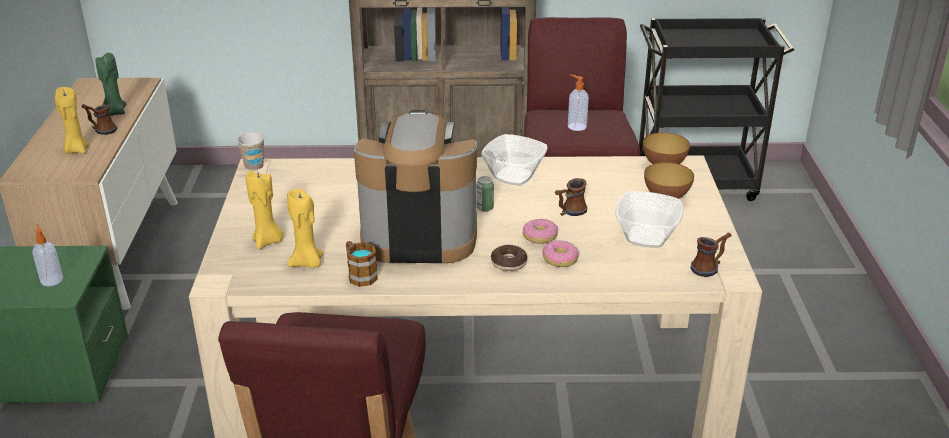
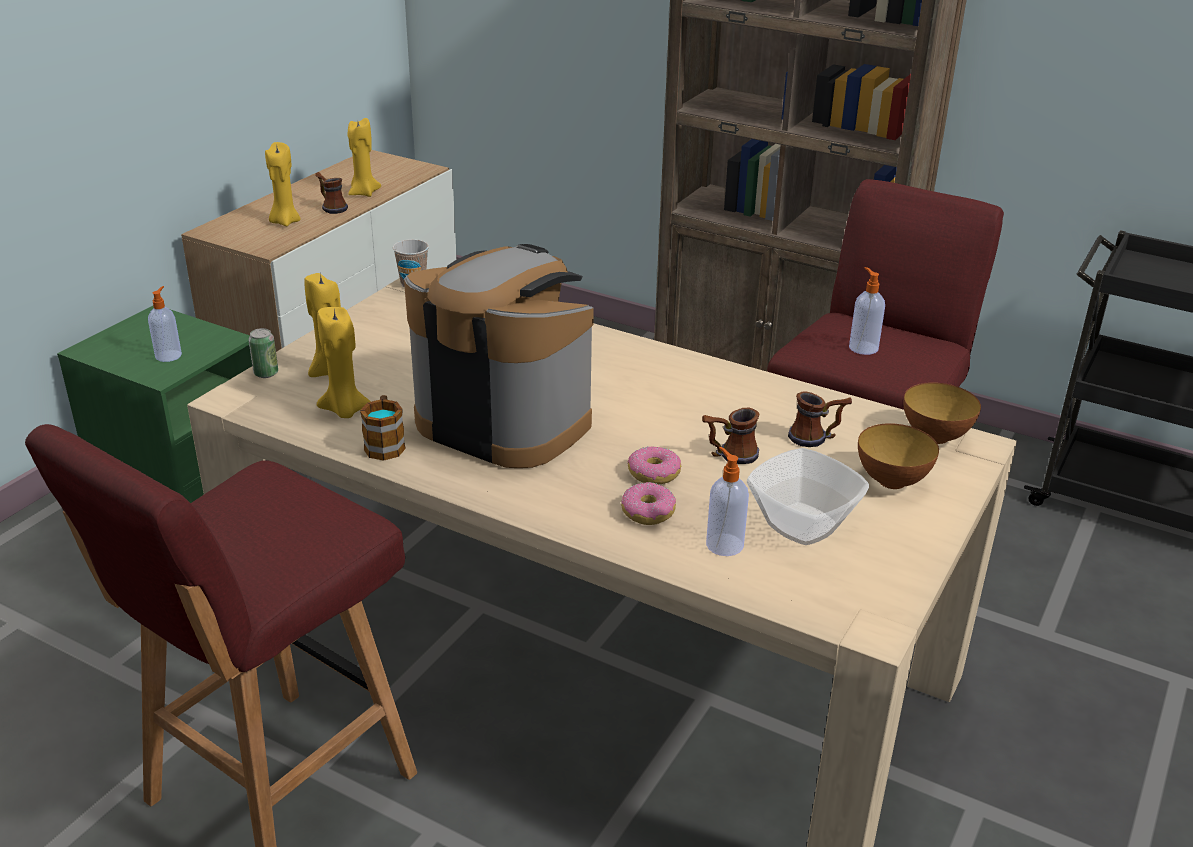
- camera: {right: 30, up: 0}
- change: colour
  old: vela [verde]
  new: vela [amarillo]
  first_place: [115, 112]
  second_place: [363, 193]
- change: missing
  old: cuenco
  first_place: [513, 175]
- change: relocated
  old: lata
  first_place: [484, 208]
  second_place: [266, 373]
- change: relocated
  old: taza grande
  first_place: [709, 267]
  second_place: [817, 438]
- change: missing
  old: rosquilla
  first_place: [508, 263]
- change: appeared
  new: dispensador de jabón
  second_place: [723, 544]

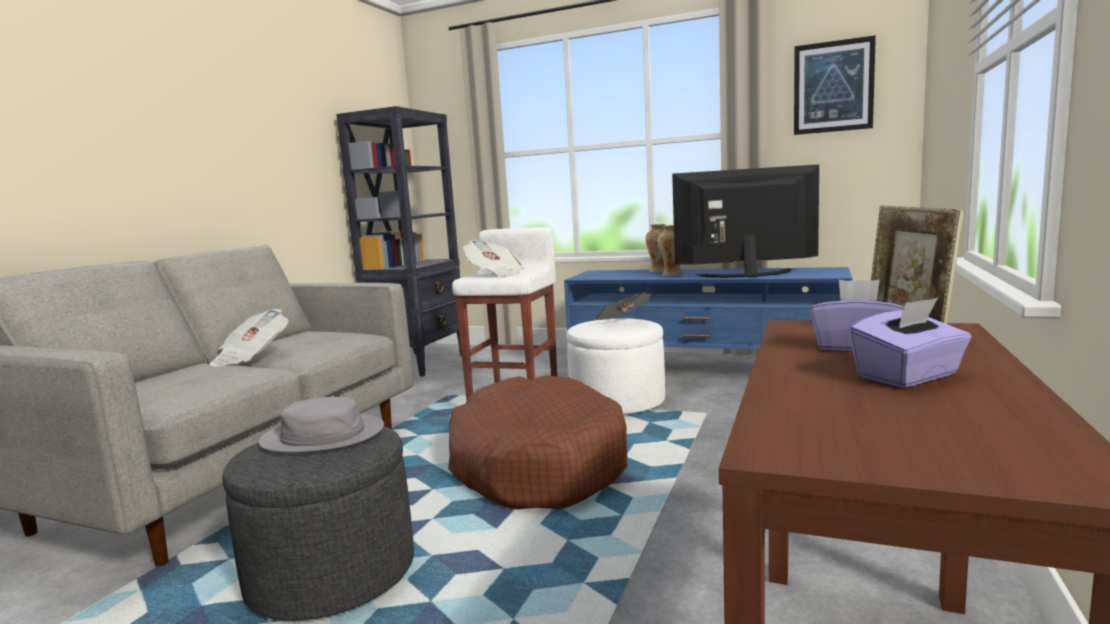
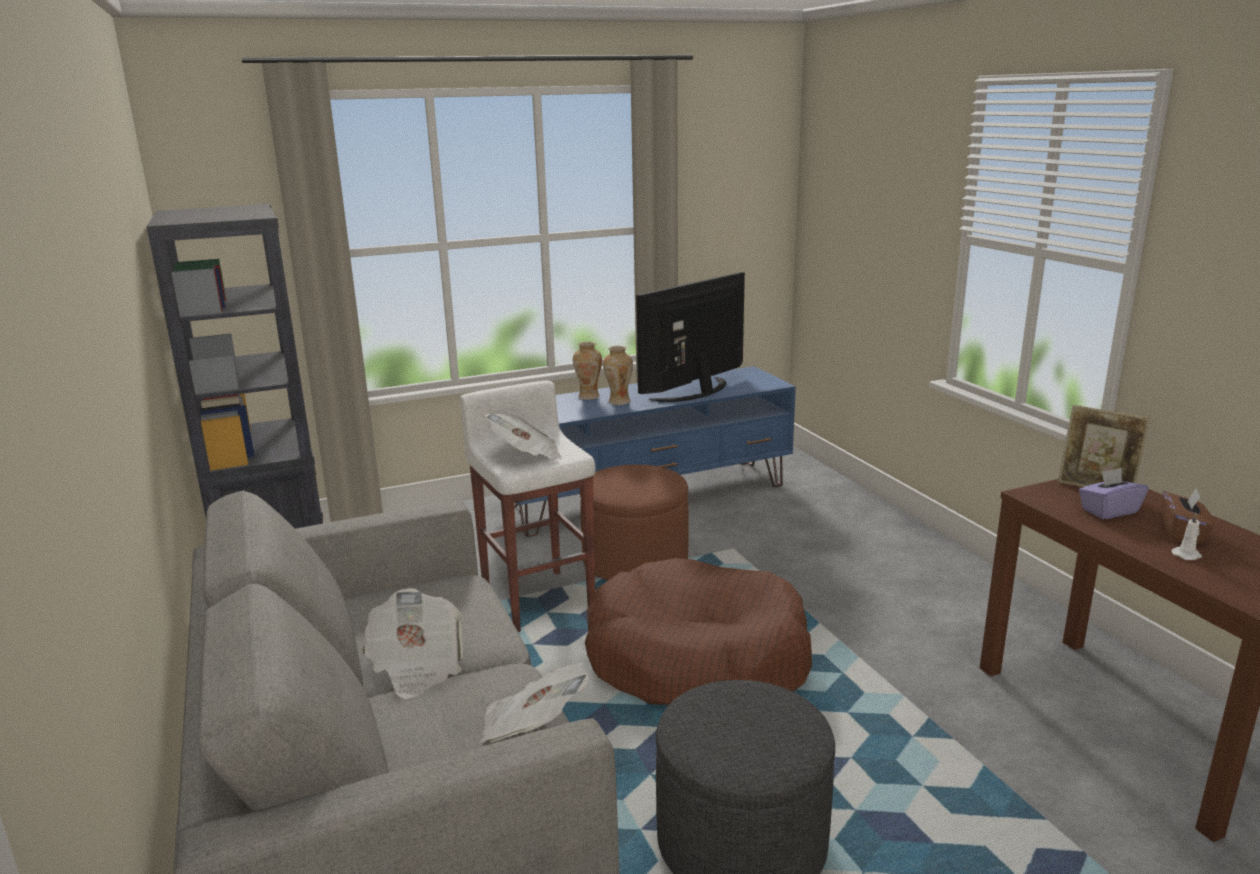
- camera: {right: -45, up: 10}
- change: missing
  old: cuadro
  first_place: [833, 87]
- change: relocated
  old: periódico
  first_place: [622, 323]
  second_place: [532, 728]
- change: colour
  old: caja de pañuelos [morado]
  new: caja de pañuelos [marrón]
  first_place: [908, 376]
  second_place: [1182, 532]
- change: colour
  old: puf [blanco]
  new: puf [marrón]
  first_place: [617, 401]
  second_place: [635, 561]
- change: missing
  old: sombrero [gris]
  first_place: [323, 436]
- change: appeared
  new: vela [blanco]
  second_place: [1187, 555]

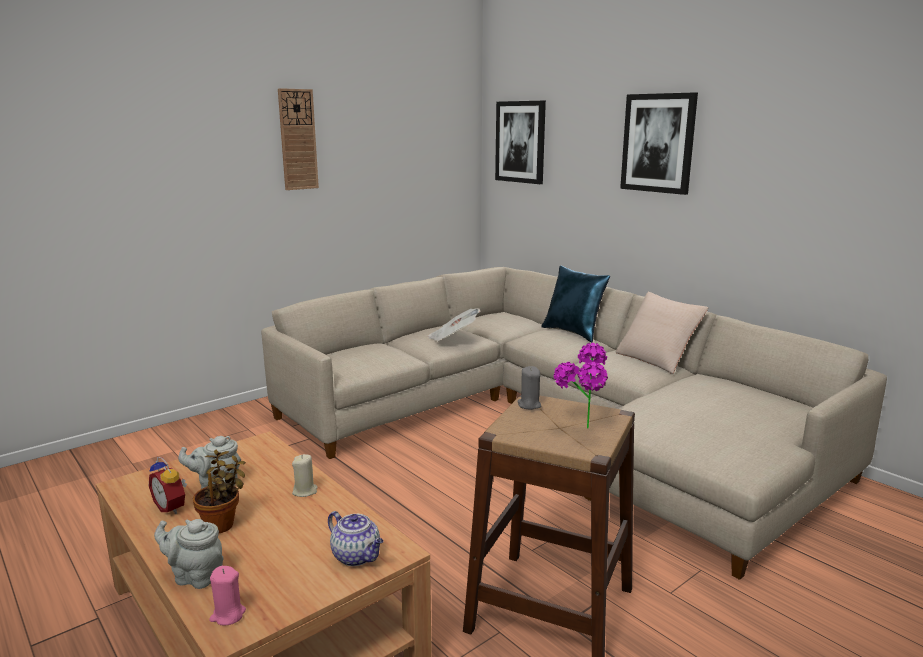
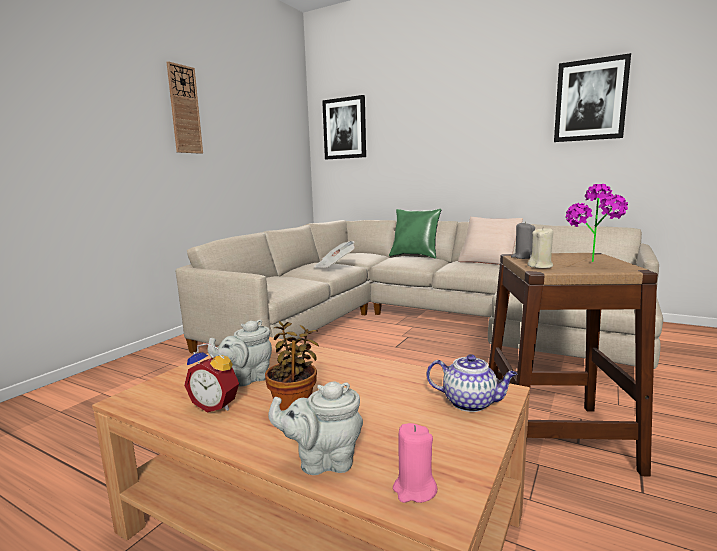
- camera: {right: -20, up: -5}
- change: relocated
  old: cuadro
  first_place: [658, 143]
  second_place: [590, 100]
- change: colour
  old: cojín [azul]
  new: cojín [verde]
  first_place: [574, 333]
  second_place: [415, 256]
- change: relocated
  old: vela [beis]
  first_place: [305, 491]
  second_place: [540, 266]

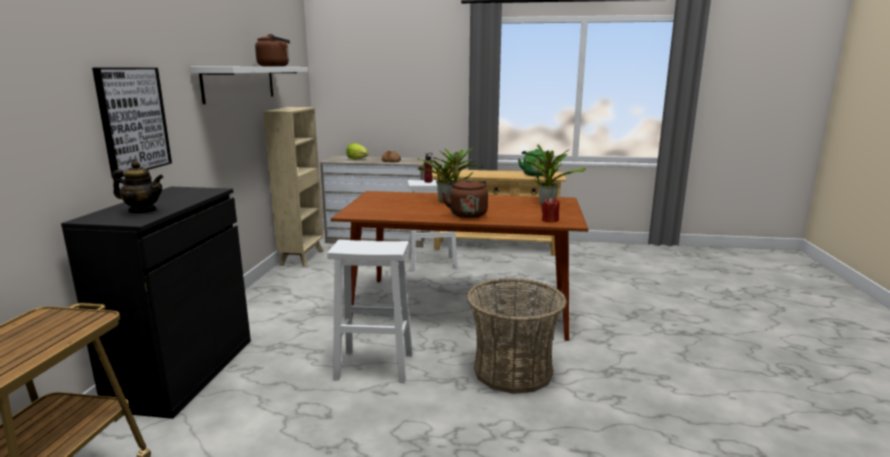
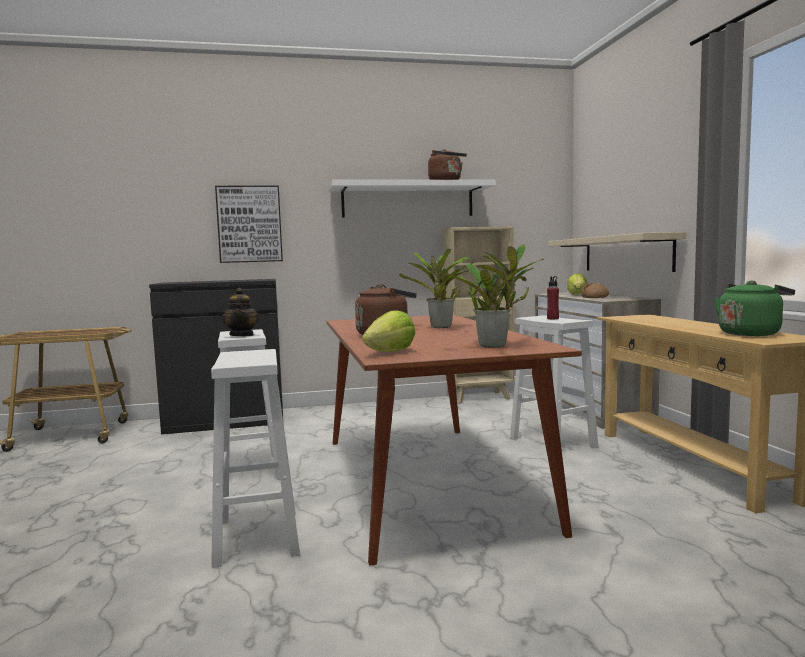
- camera: {right: 70, up: -10}
- change: relocated
  old: tetera
  first_place: [143, 211]
  second_place: [242, 335]
- change: exchanged
  old: vela [rojo]
  new: lechuga
  first_place: [550, 220]
  second_place: [390, 352]
- change: exchanged
  old: cesta
  new: taburete [blanco]
  first_place: [512, 371]
  second_place: [257, 536]
- change: appeared
  new: estante [beis]
  second_place: [626, 253]

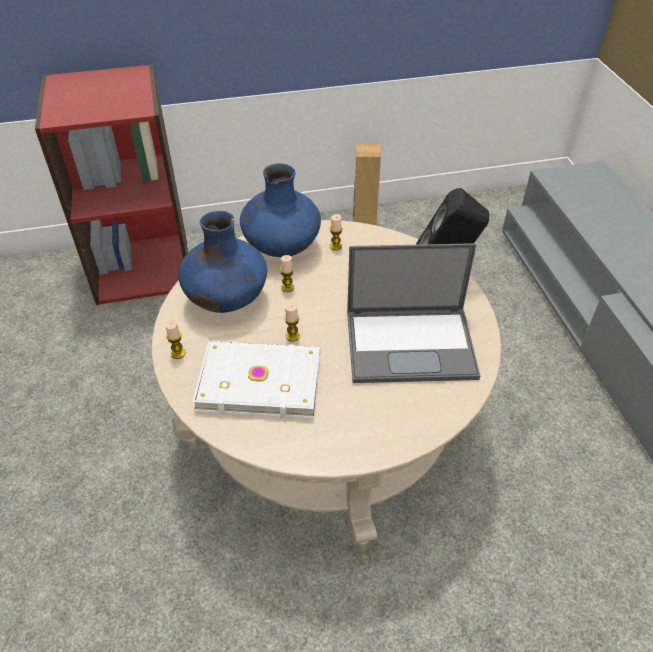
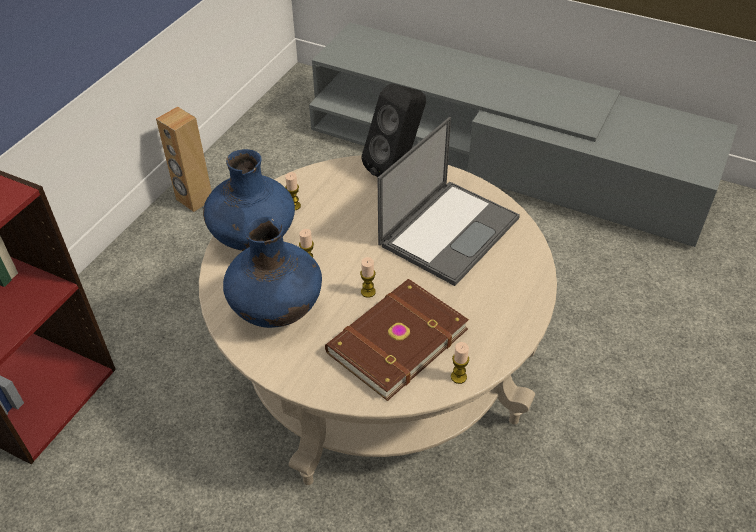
- camera: {right: -50, up: 0}
- change: relocated
  old: vela
  first_place: [178, 353]
  second_place: [458, 377]
- change: colour
  old: libro [blanco]
  new: libro [marrón]
  first_place: [259, 380]
  second_place: [395, 340]

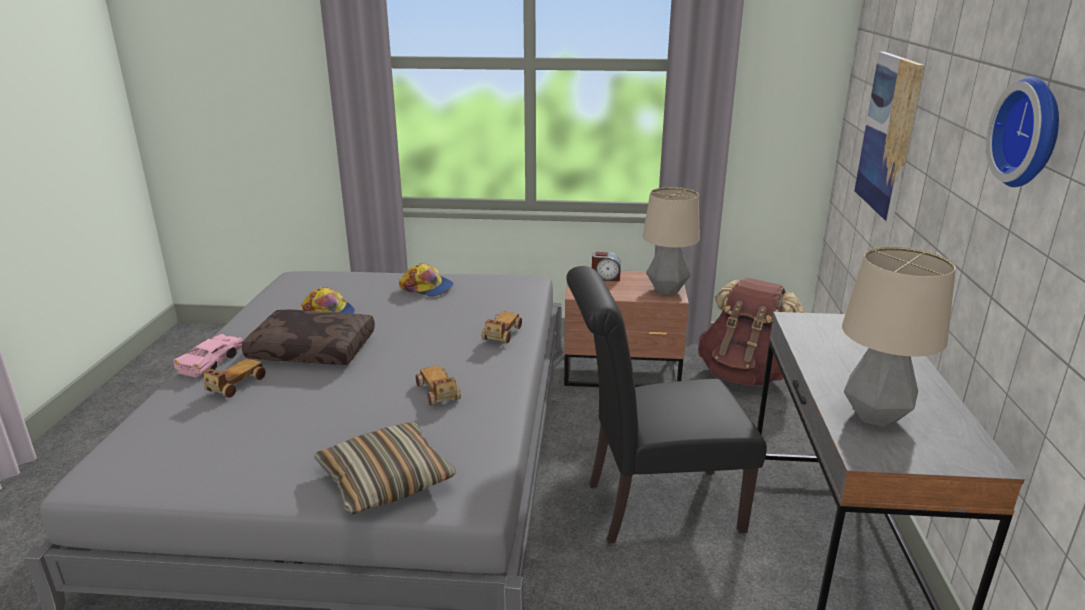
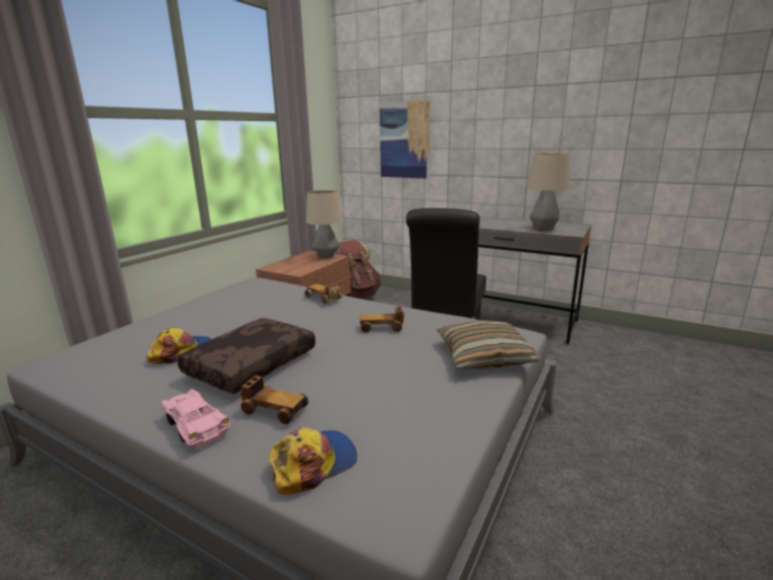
- camera: {right: -65, up: -5}
- change: missing
  old: reloj de pared
  first_place: [1032, 132]
- change: missing
  old: despertador
  first_place: [605, 277]
- change: relocated
  old: gorra
  first_place: [427, 287]
  second_place: [313, 463]
- change: spun
  old: coche de juguete
  first_place: [235, 385]
  second_place: [274, 410]
  degrees: 150

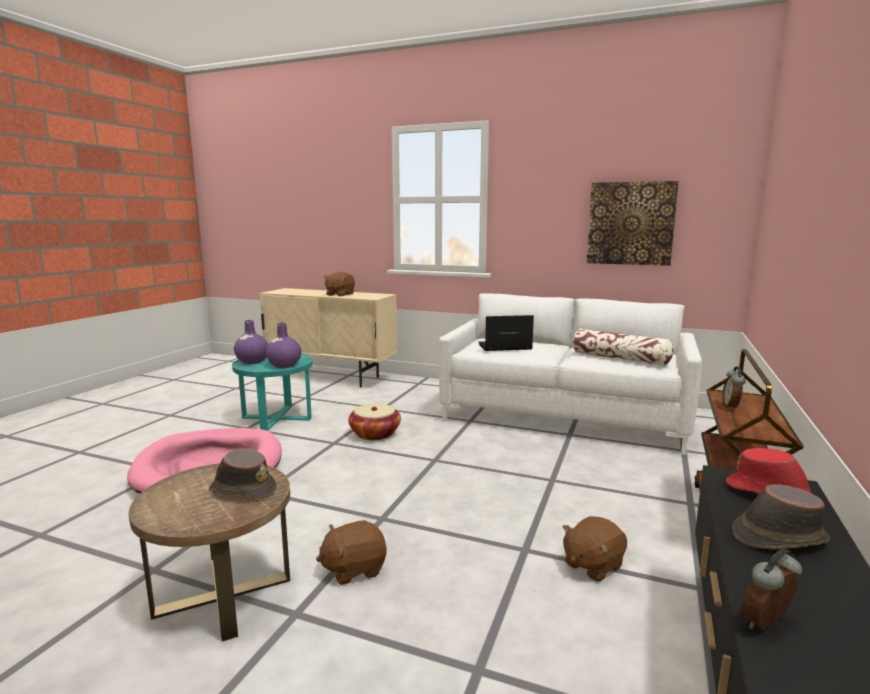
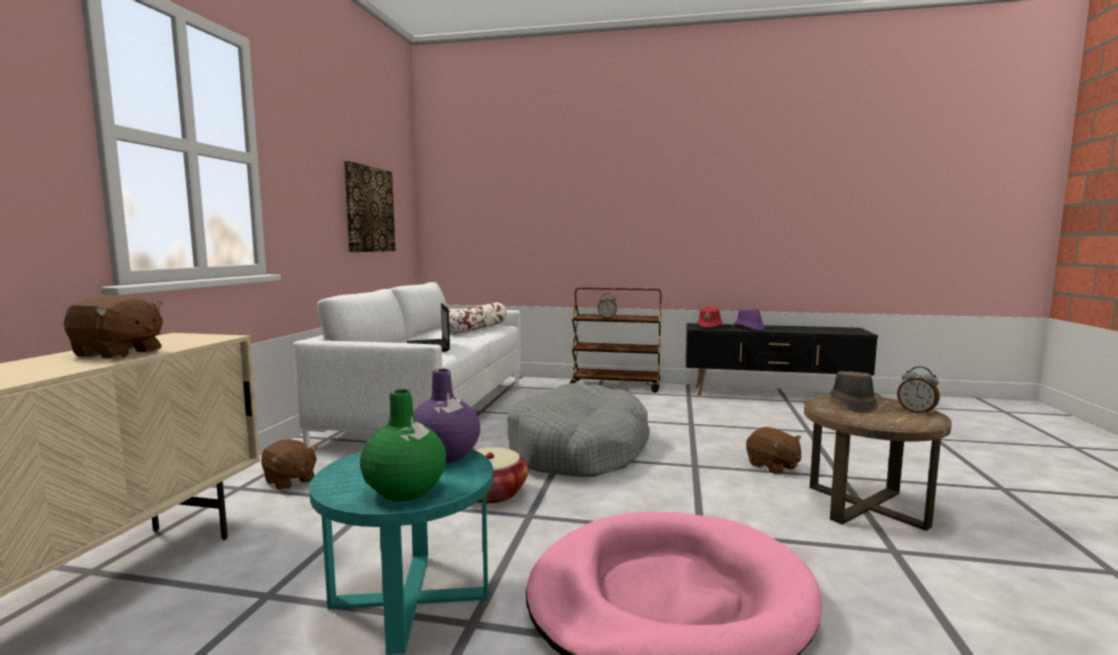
- camera: {right: -100, up: -5}
- change: colour
  old: florero [morado]
  new: florero [verde]
  first_place: [252, 361]
  second_place: [405, 490]
- change: colour
  old: sombrero [marrón]
  new: sombrero [morado]
  first_place: [778, 537]
  second_place: [749, 328]
- change: relocated
  old: peluche [marrón]
  first_place: [592, 565]
  second_place: [289, 481]
- change: relocated
  old: despertador
  first_place: [767, 625]
  second_place: [916, 412]
- change: appeared
  new: cama para perro [gris]
  second_place: [578, 450]

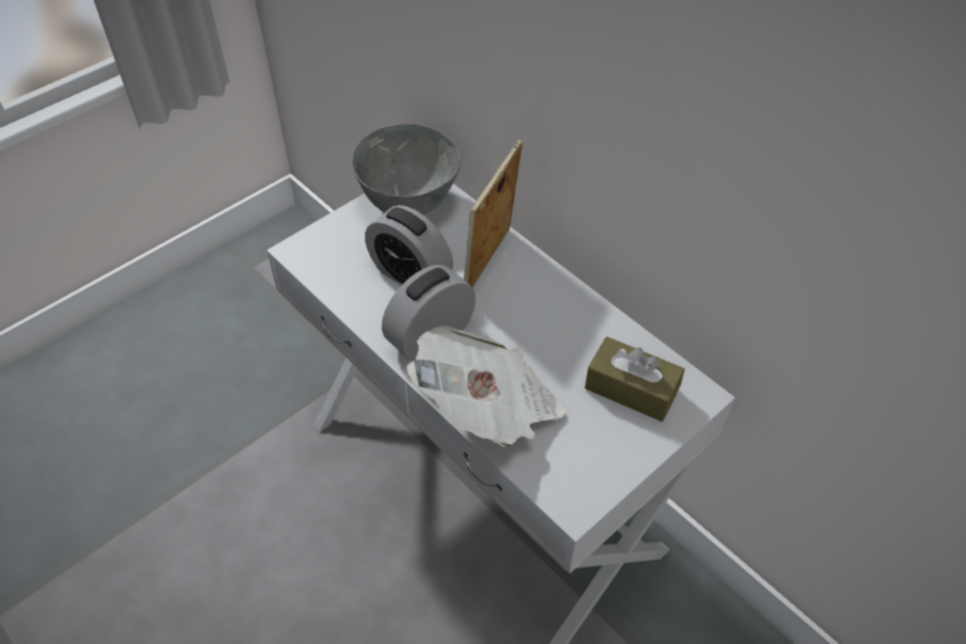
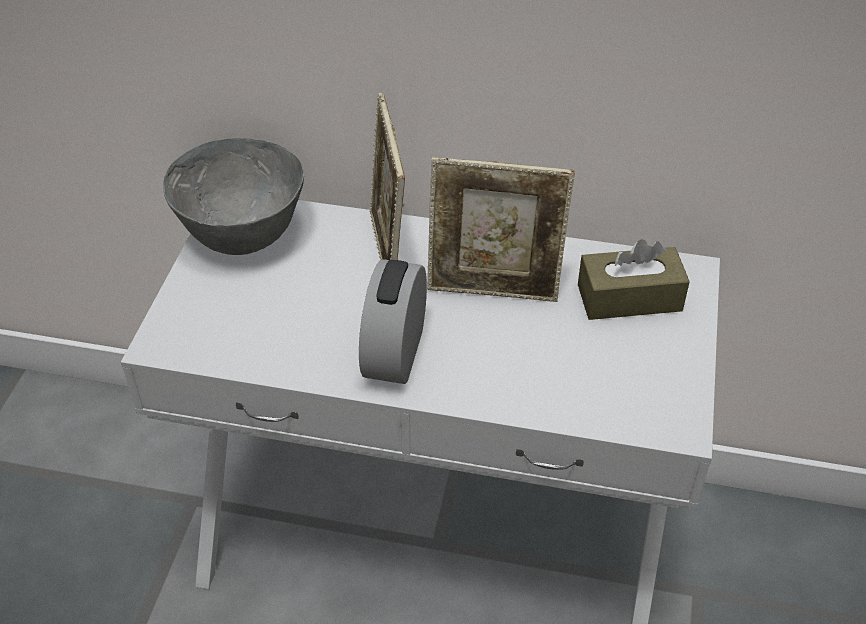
- camera: {right: -35, up: -5}
- change: missing
  old: despertador
  first_place: [410, 275]
- change: missing
  old: periódico
  first_place: [488, 408]
- change: appeared
  new: portarretratos
  second_place: [494, 290]

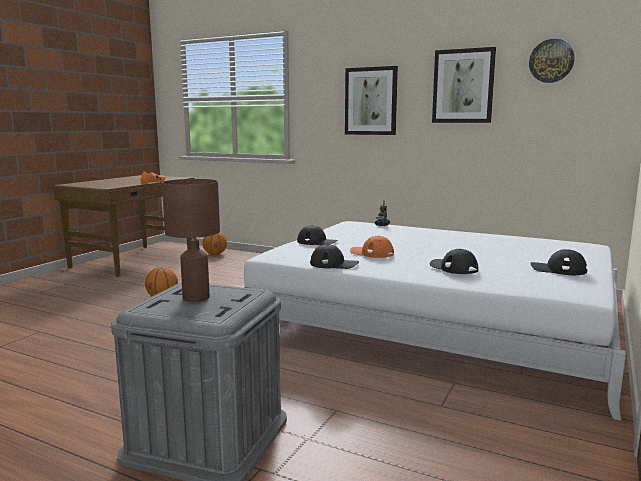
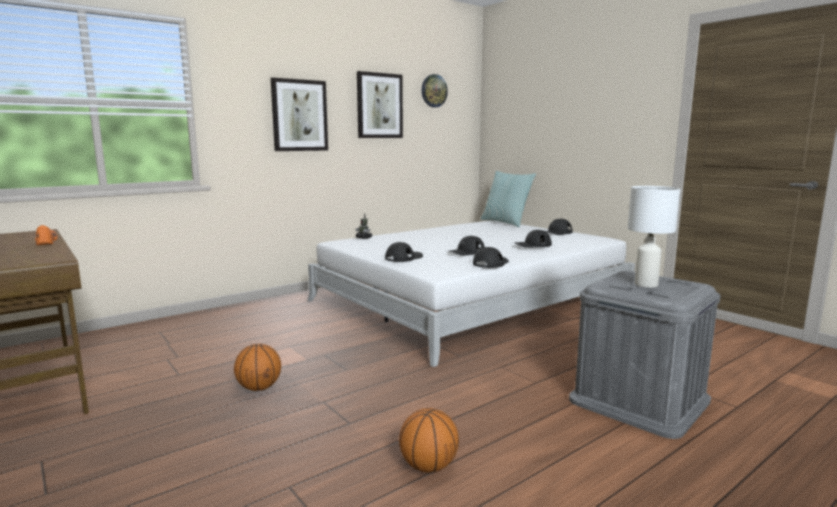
- camera: {right: -65, up: 0}
- change: colour
  old: lámpara de mesa [marrón]
  new: lámpara de mesa [blanco]
  first_place: [197, 298]
  second_place: [645, 284]
- change: relocated
  old: balón de baloncesto
  first_place: [215, 254]
  second_place: [428, 466]
- change: colour
  old: gorra [naranja]
  new: gorra [negro]
  first_place: [371, 253]
  second_place: [466, 252]
- change: appeared
  new: cojín
  second_place: [506, 222]

